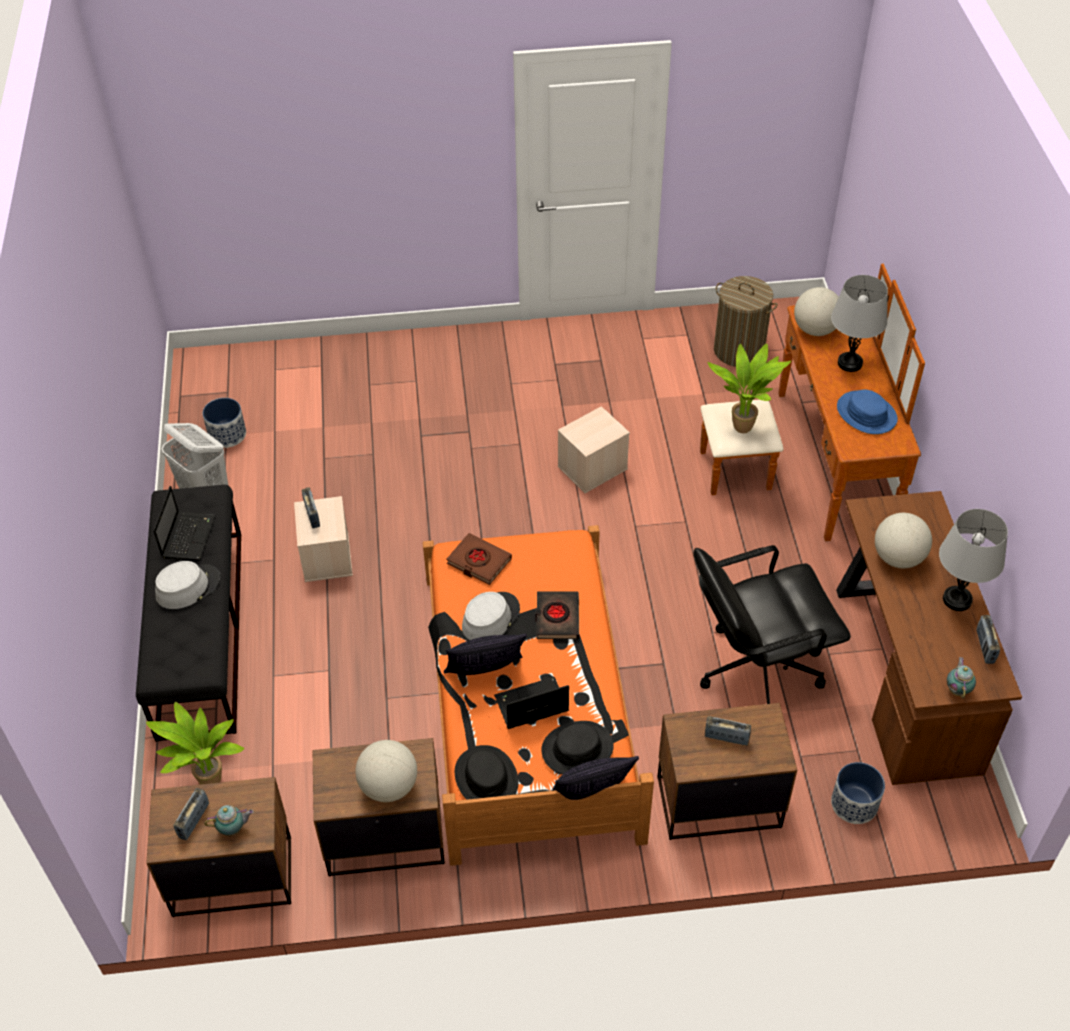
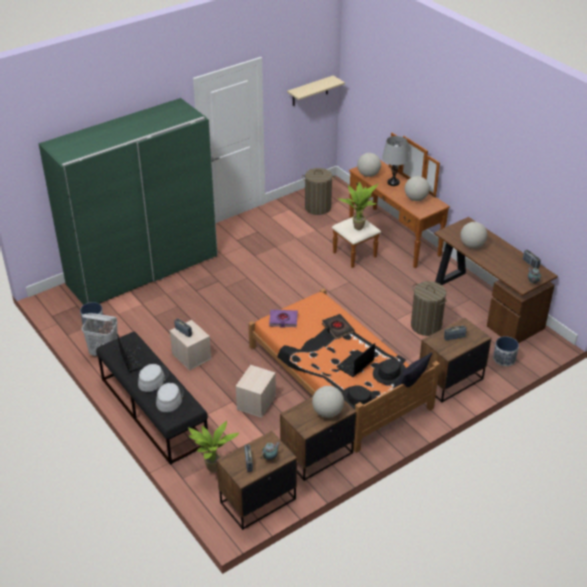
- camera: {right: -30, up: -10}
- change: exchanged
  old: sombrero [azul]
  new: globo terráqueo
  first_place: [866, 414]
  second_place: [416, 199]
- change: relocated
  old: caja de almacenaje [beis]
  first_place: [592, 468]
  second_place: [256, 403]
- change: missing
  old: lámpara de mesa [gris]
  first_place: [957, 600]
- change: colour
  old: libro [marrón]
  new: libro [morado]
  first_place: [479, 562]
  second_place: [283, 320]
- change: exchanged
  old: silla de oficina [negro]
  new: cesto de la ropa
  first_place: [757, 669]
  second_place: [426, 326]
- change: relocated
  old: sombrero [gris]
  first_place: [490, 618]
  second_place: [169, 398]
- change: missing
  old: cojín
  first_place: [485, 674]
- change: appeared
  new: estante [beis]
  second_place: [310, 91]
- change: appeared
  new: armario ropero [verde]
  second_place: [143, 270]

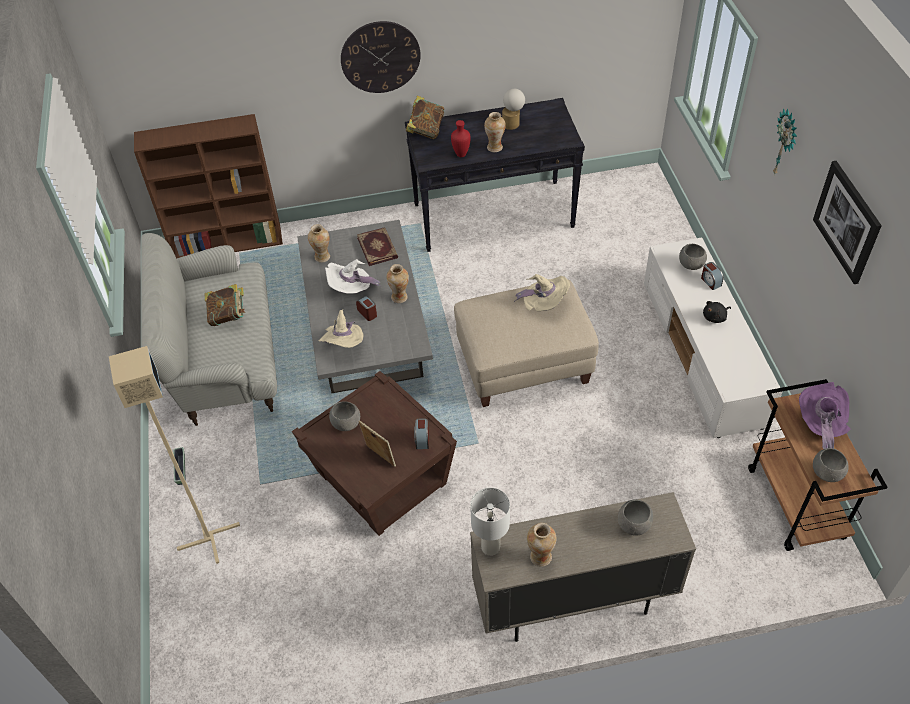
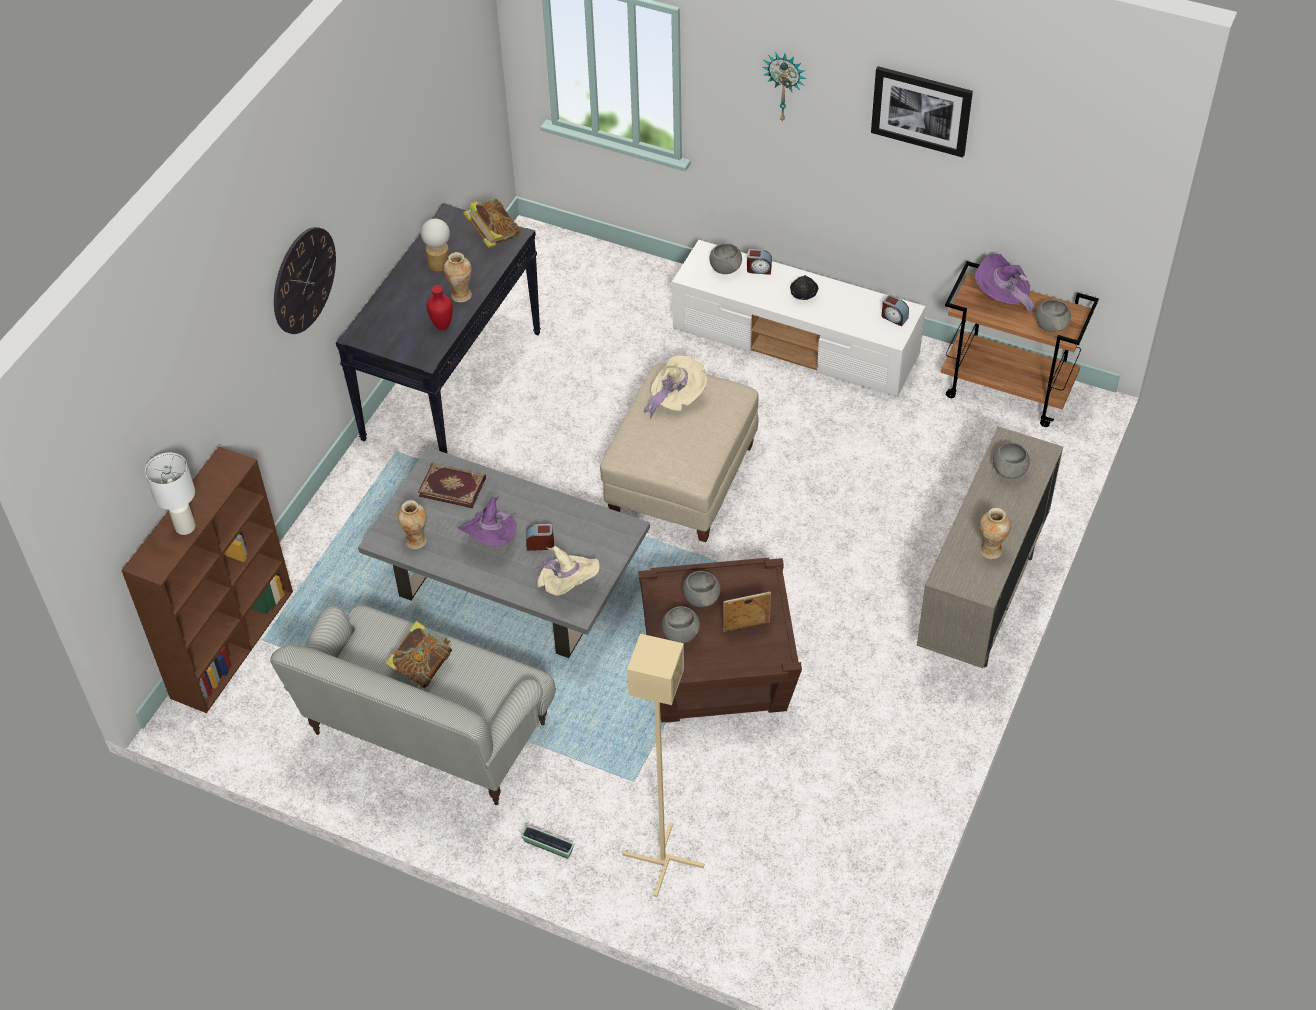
- camera: {right: -55, up: 0}
- change: relocated
  old: libro
  first_place: [426, 130]
  second_place: [493, 236]
- change: colour
  old: sombrero [blanco]
  new: sombrero [morado]
  first_place: [351, 289]
  second_place: [492, 540]
- change: missing
  old: florero
  first_place: [399, 297]
- change: relocated
  old: despertador
  first_place: [422, 439]
  second_place: [894, 317]
- change: relocated
  old: lámpara de mesa [blanco]
  first_place: [490, 547]
  second_place: [184, 527]
- change: appeared
  new: cuenco [gris]
  second_place: [701, 598]

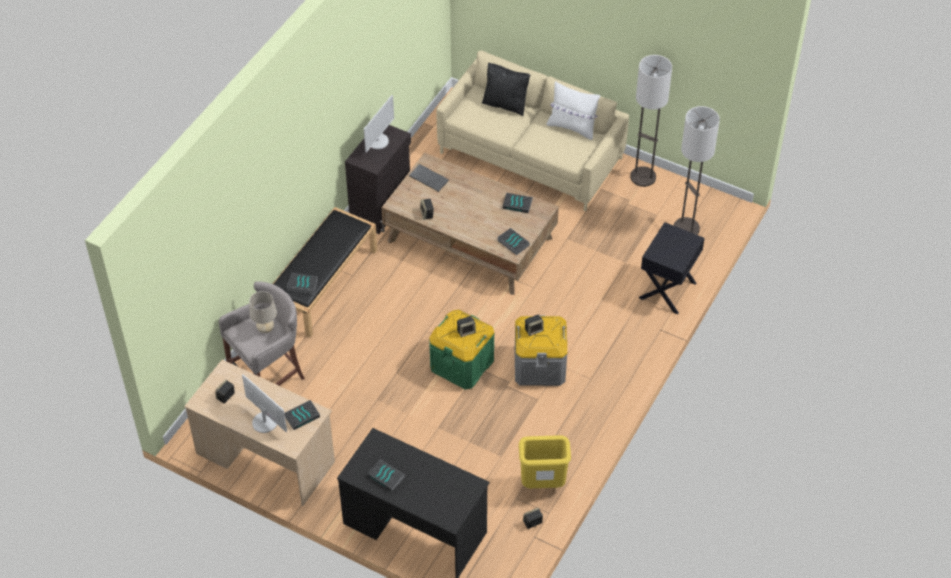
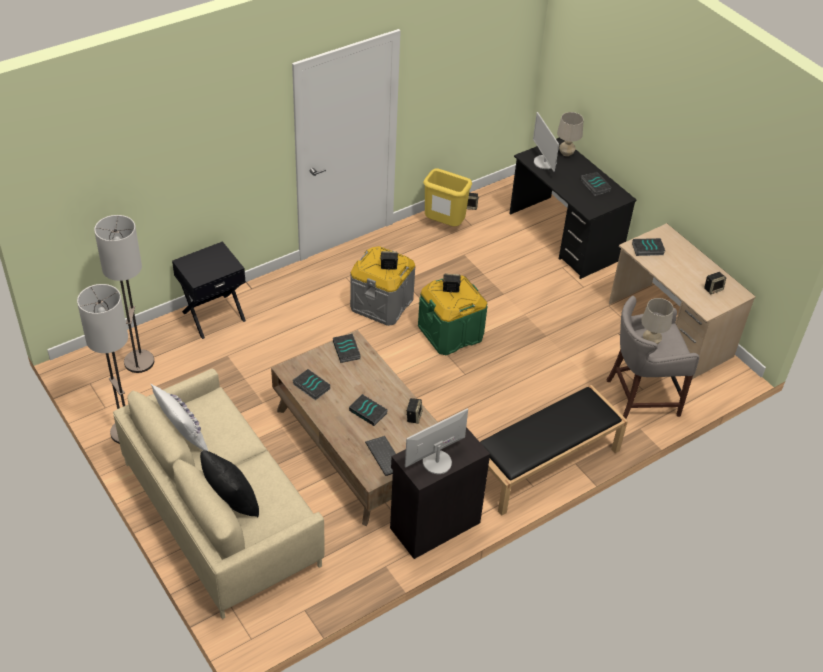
- camera: {right: -155, up: -5}
- change: relocated
  old: libro
  first_place: [302, 285]
  second_place: [369, 412]
- change: relocated
  old: monitor
  first_place: [265, 422]
  second_place: [544, 162]
- change: appeared
  new: lámpara de mesa [beis]
  second_place: [566, 153]

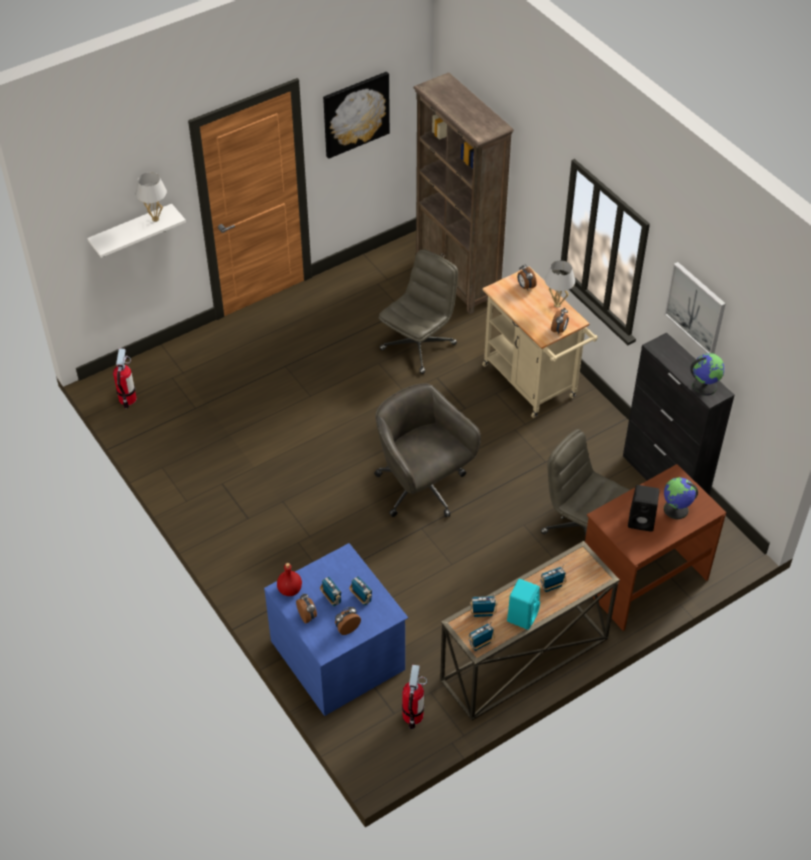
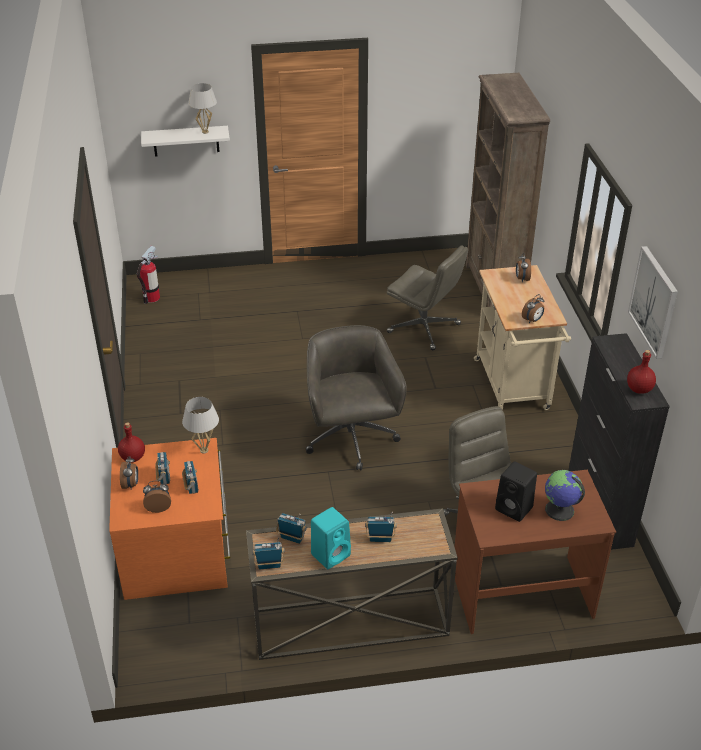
- camera: {right: 25, up: -10}
- change: missing
  old: cuadro
  first_place: [355, 114]
- change: spun
  old: silla de oficina [gris]
  first_place: [418, 346]
  second_place: [425, 328]
  degrees: 60
- change: relocated
  old: lámpara de mesa [blanco]
  first_place: [557, 305]
  second_place: [204, 450]
- change: exchanged
  old: globo terráqueo
  new: botella [rojo]
  first_place: [704, 386]
  second_place: [639, 389]
- change: colour
  old: cómoda [azul]
  new: cómoda [naranja]
  first_place: [339, 654]
  second_place: [177, 551]
- change: missing
  old: extintor
  first_place: [413, 715]

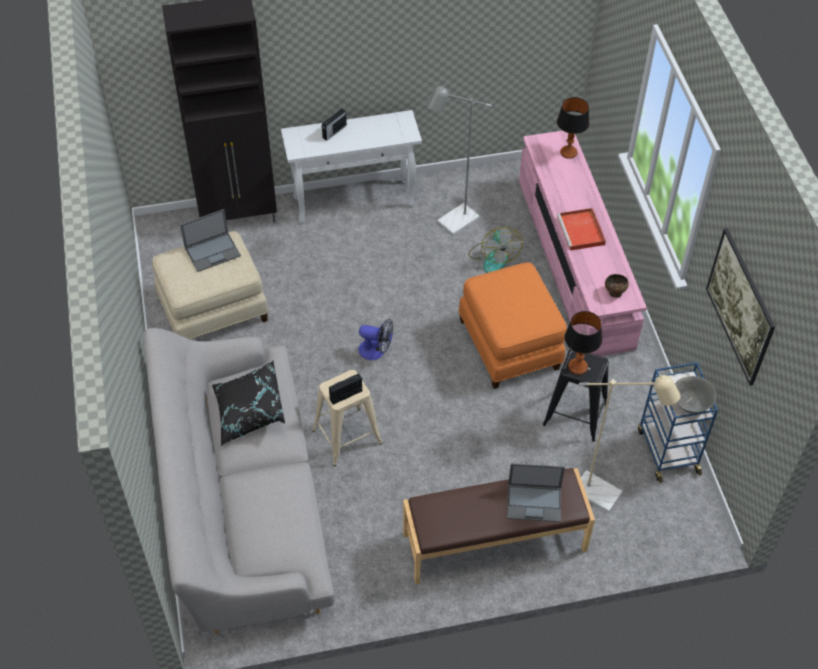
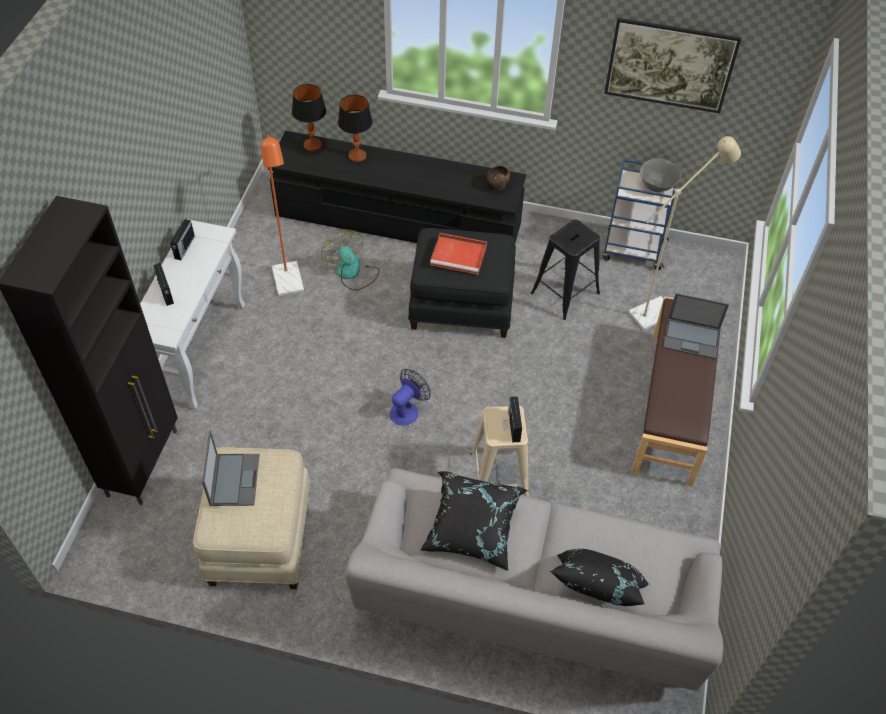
- camera: {right: -65, up: 0}
- change: colour
  old: lámpara de pie [gris]
  new: lámpara de pie [naranja]
  first_place: [452, 223]
  second_place: [289, 285]
- change: colour
  old: mueble de televisión [rosa]
  new: mueble de televisión [negro]
  first_place: [574, 262]
  second_place: [397, 220]
- change: relocated
  old: bandeja [rojo]
  first_place: [581, 231]
  second_place: [460, 255]
- change: spun
  old: ventilador
  first_place: [493, 257]
  second_place: [352, 273]
  degrees: -135
- change: colour
  old: puf [naranja]
  new: puf [negro]
  first_place: [510, 344]
  second_place: [462, 304]
- change: relocated
  old: lámpara de mesa
  first_place: [577, 366]
  second_place: [357, 156]
- change: spun
  old: portátil
  first_place: [534, 502]
  second_place: [692, 338]
  degrees: 75
- change: appeared
  new: radio
  second_place: [184, 248]
- change: appeared
  new: cojín [negro]
  second_place: [595, 592]

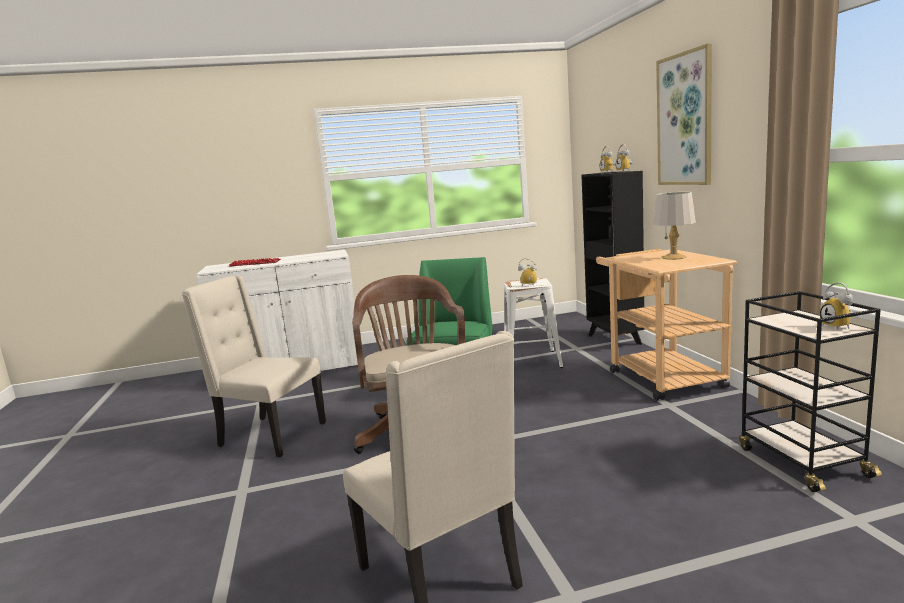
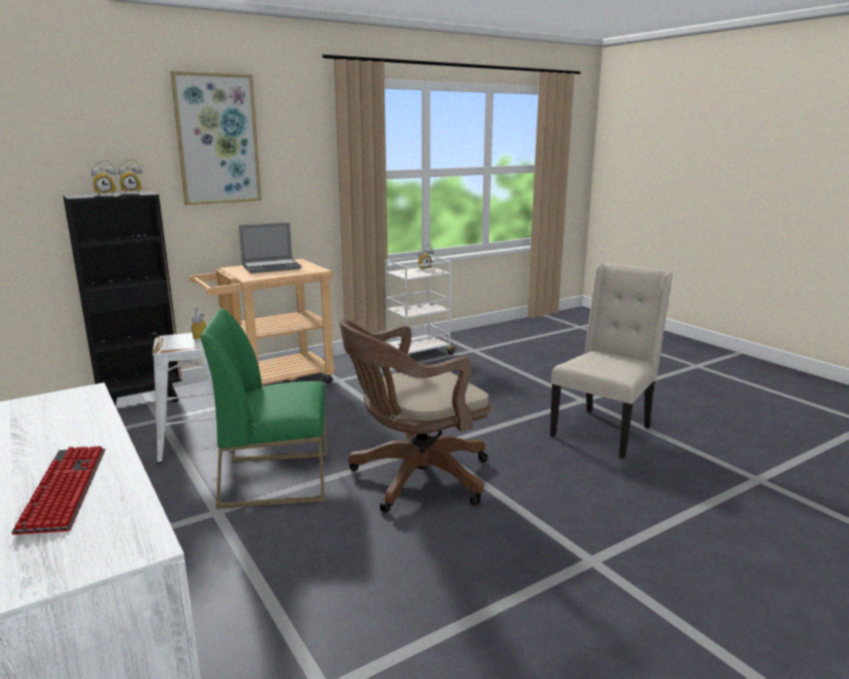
- camera: {right: -110, up: 5}
- change: exchanged
  old: lámpara de mesa [gris]
  new: portátil
  first_place: [674, 257]
  second_place: [272, 267]
- change: missing
  old: silla [beis]
  first_place: [270, 435]
- change: colour
  old: carrito [negro]
  new: carrito [blanco]
  first_place: [801, 461]
  second_place: [419, 354]

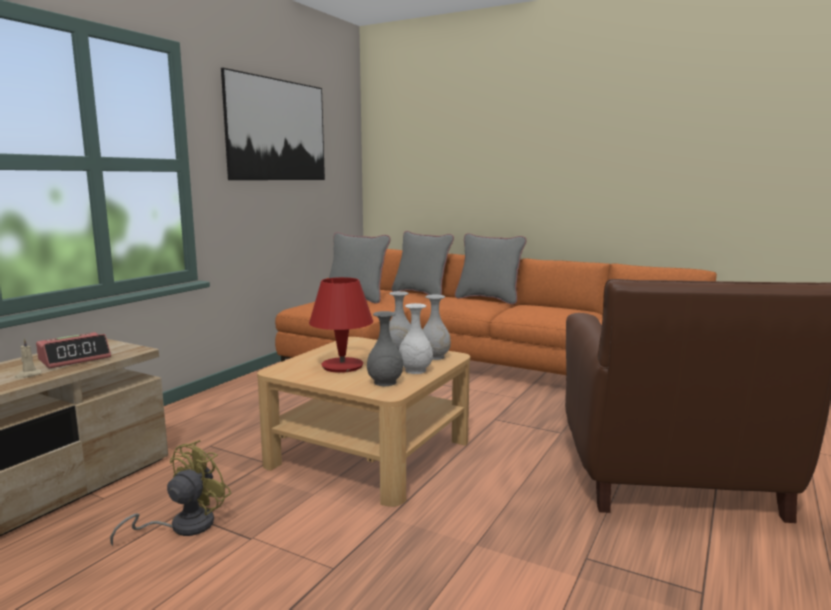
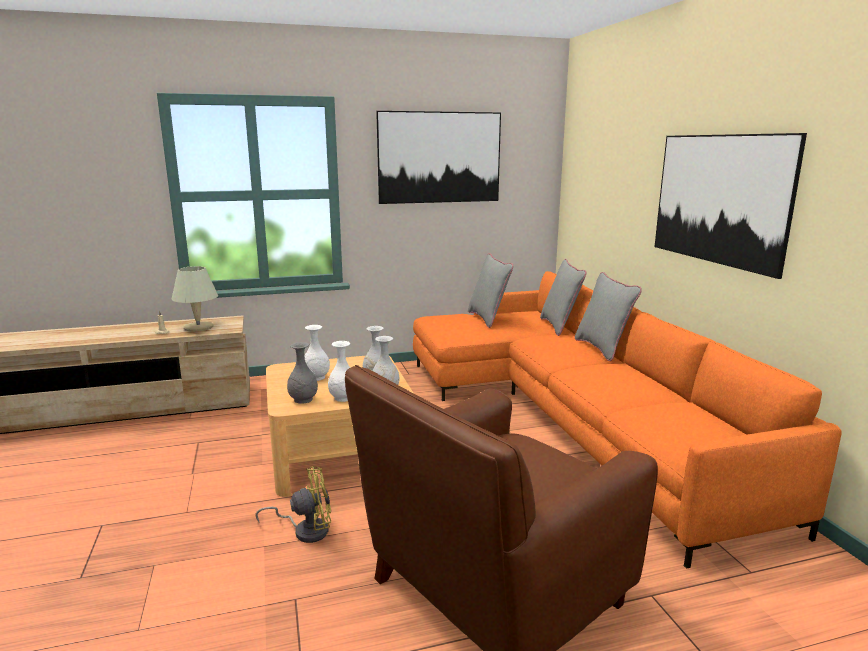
- camera: {right: 45, up: 5}
- change: exchanged
  old: lámpara de mesa [rojo]
  new: florero [blanco]
  first_place: [342, 366]
  second_place: [316, 377]
- change: exchanged
  old: despertador
  new: lámpara de mesa [beis]
  first_place: [75, 358]
  second_place: [199, 327]
- change: relocated
  old: ventilador [amarillo]
  first_place: [183, 526]
  second_place: [306, 530]
- change: appeared
  new: cuadro
  second_place: [719, 199]

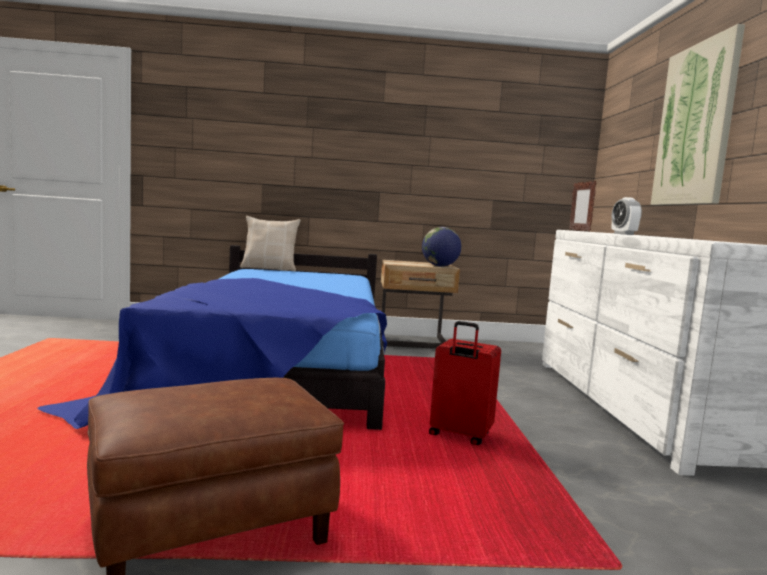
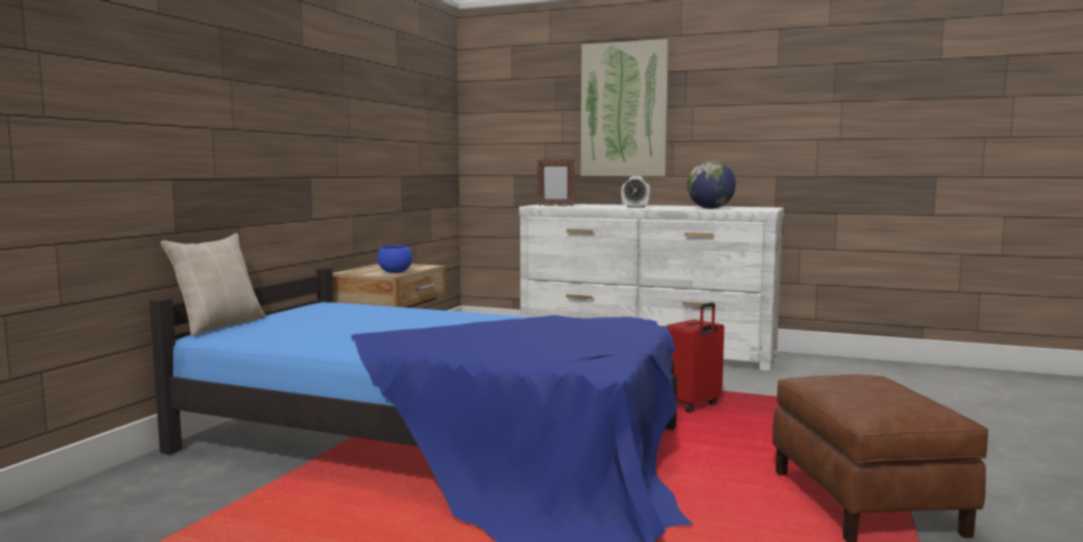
- camera: {right: -65, up: 0}
- change: relocated
  old: globo terráqueo
  first_place: [440, 266]
  second_place: [710, 208]
- change: appeared
  new: cuenco [azul]
  second_place: [395, 272]

